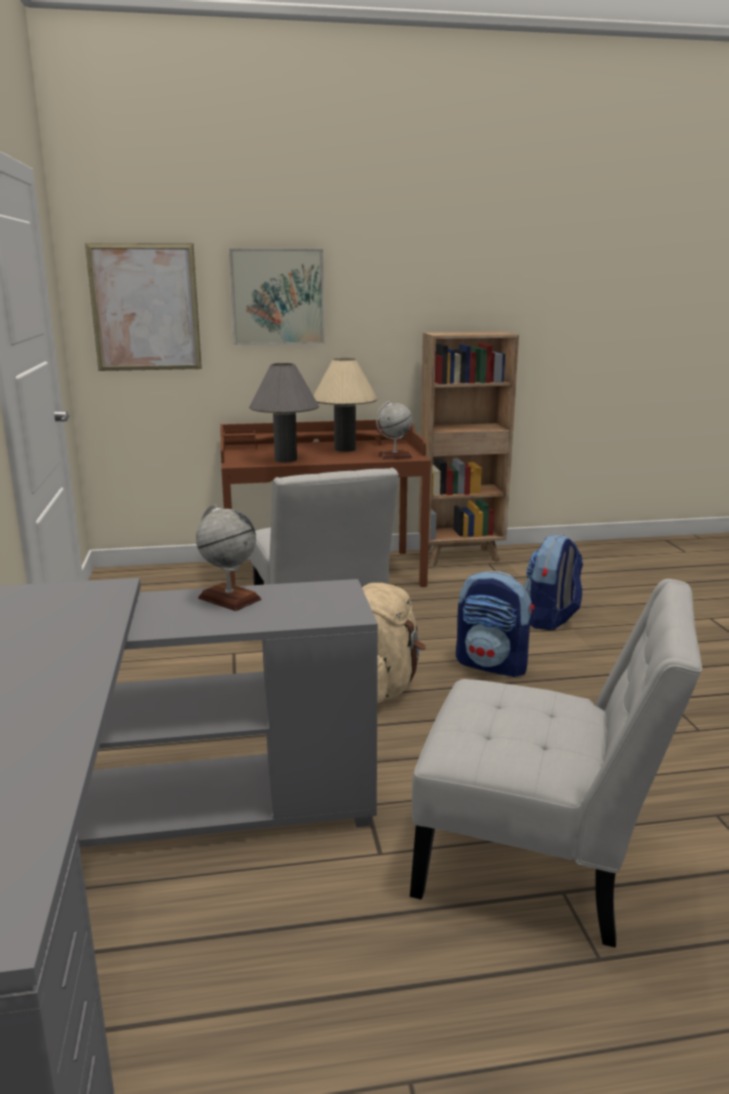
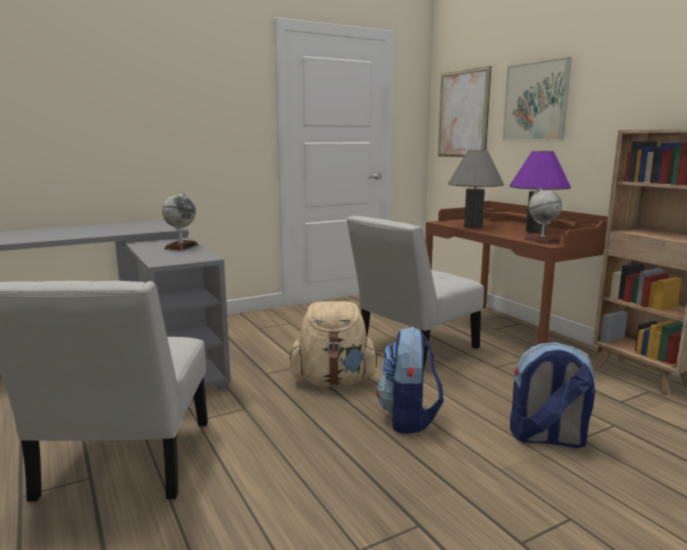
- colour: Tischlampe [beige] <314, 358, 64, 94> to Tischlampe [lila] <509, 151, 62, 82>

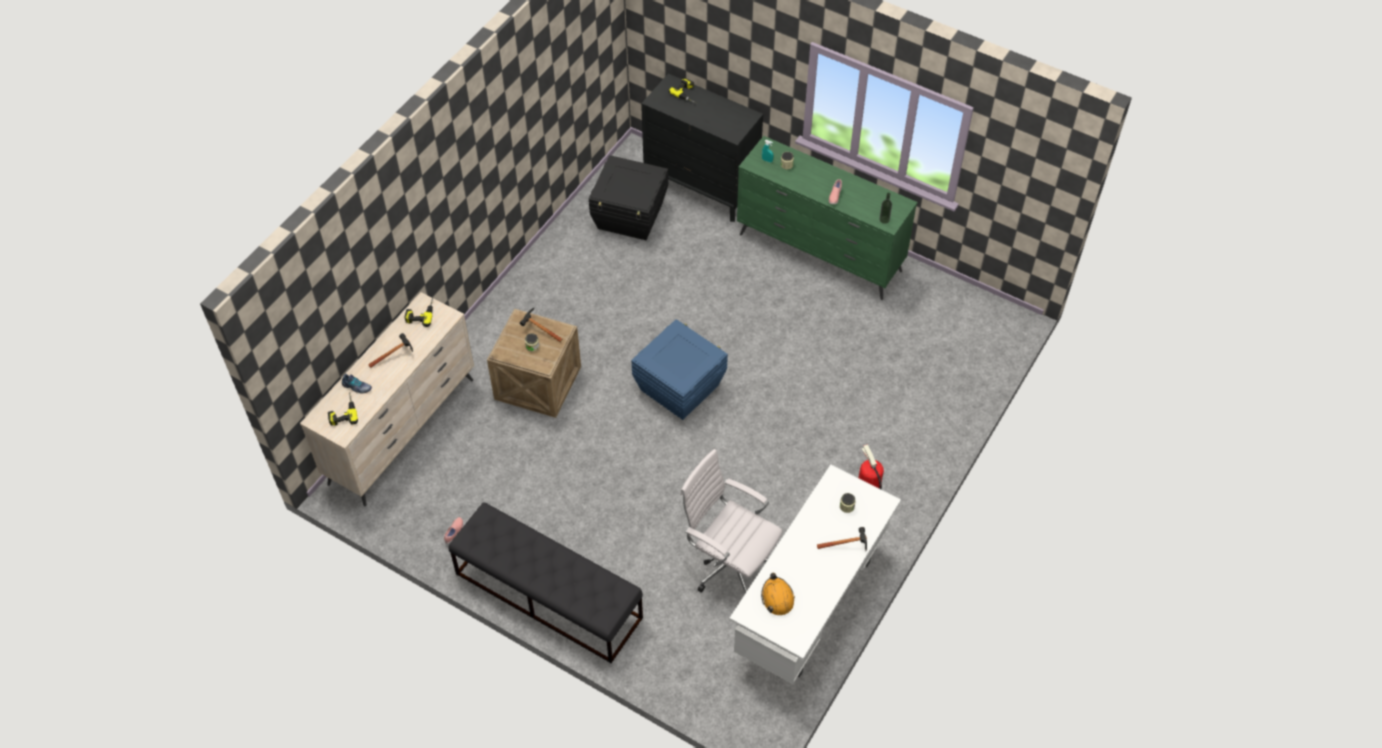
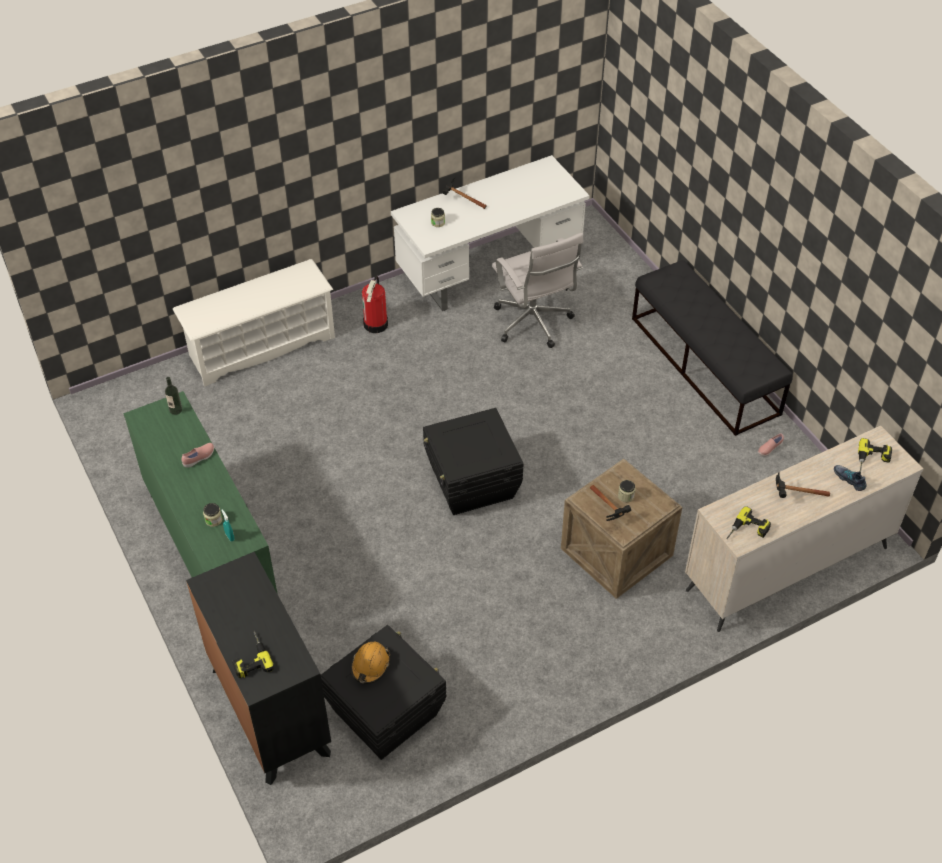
- colour: Aufbewahrungsbox [blau] <631, 319, 97, 101> to Aufbewahrungsbox [schwarz] <423, 408, 101, 107>
- relocated: Schutzhelm [orange] <761, 573, 34, 42> to <351, 642, 39, 42>
- appeared: Schuhregal [weiß] <173, 259, 162, 128>

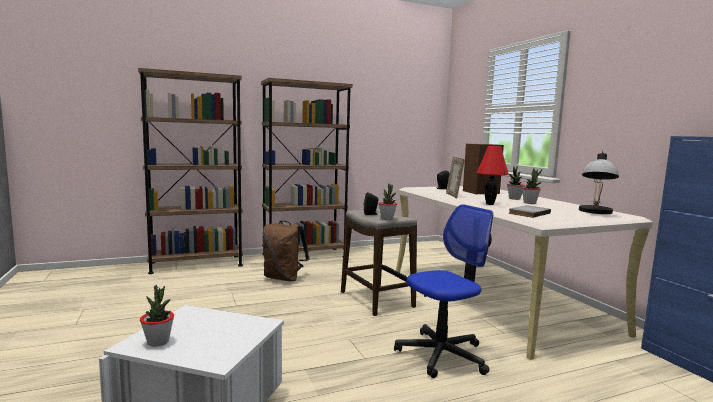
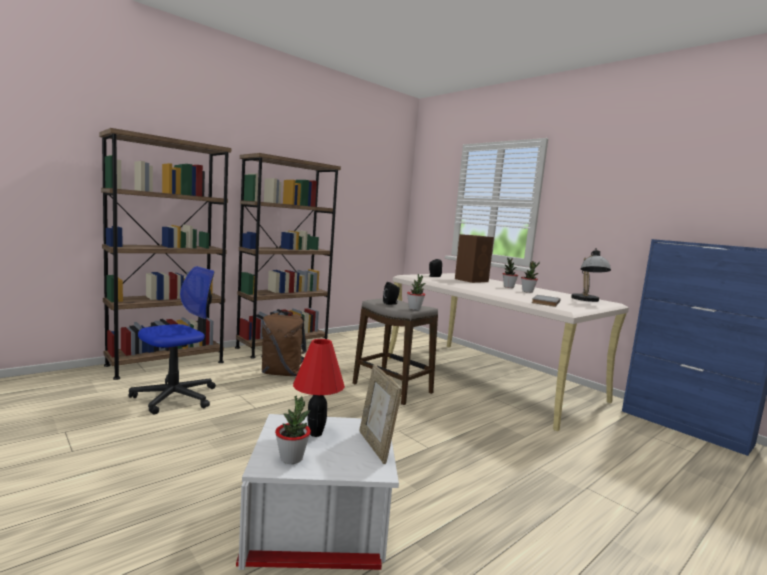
- relocated: Bürostuhl <394, 204, 99, 174> to <128, 266, 88, 149>
- relocated: Bilderrahmen <446, 156, 19, 42> to <360, 364, 42, 100>
- relocated: Tischlampe [rot] <476, 146, 33, 59> to <293, 339, 52, 98>

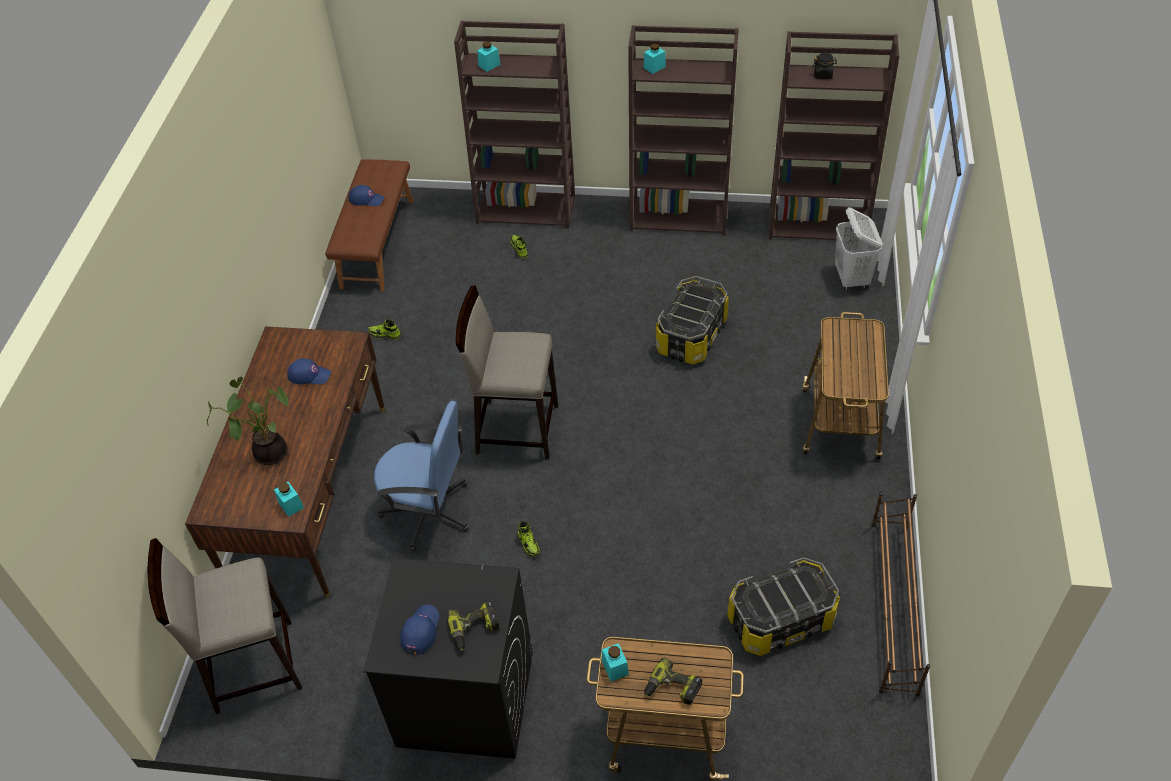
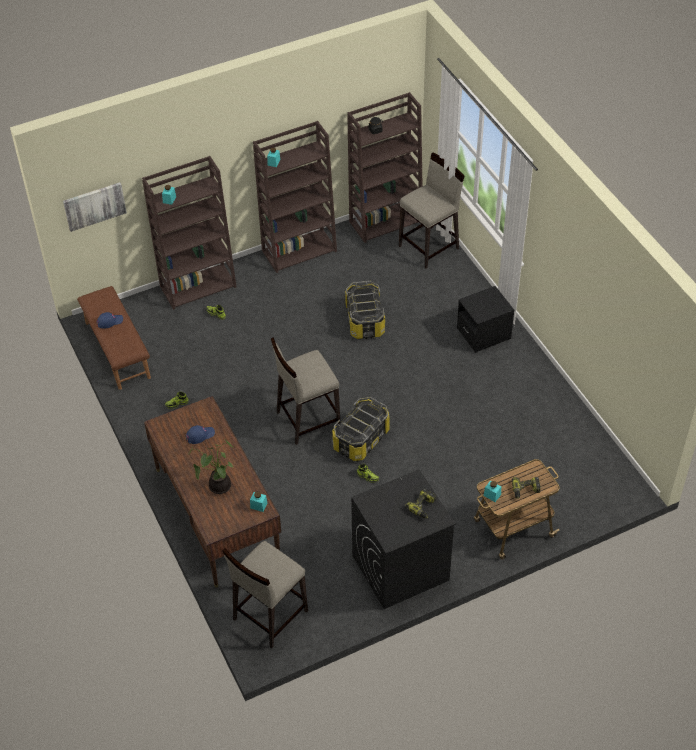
- missing: Bürostuhl [blau] <374, 401, 95, 151>
- missing: Kappe [blau] <400, 605, 39, 49>
- relocated: Aufbewahrungsbox <727, 557, 113, 99> to <332, 397, 58, 64>
- exchanged: Rollwagen <802, 312, 87, 147> to Nachttisch [schwarz] <457, 286, 57, 67>
- exchanged: Wäschekorb [weiß] <835, 207, 48, 83> to Hocker [beige] <399, 152, 65, 116>
- missing: Schuhregal [braun] <871, 492, 59, 204>
- appeared: Bild <63, 182, 64, 50>

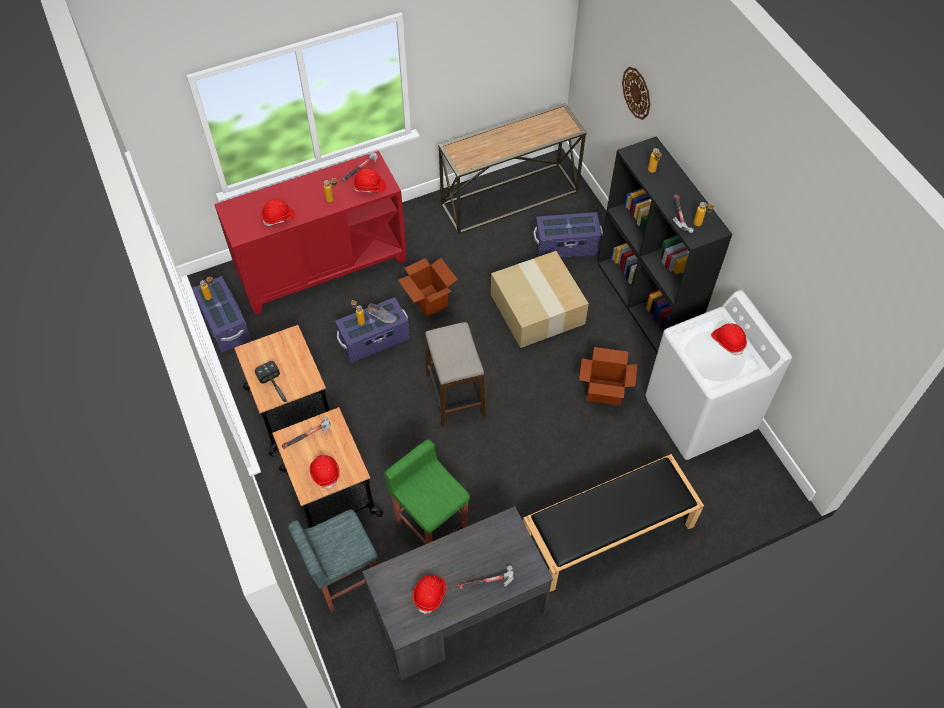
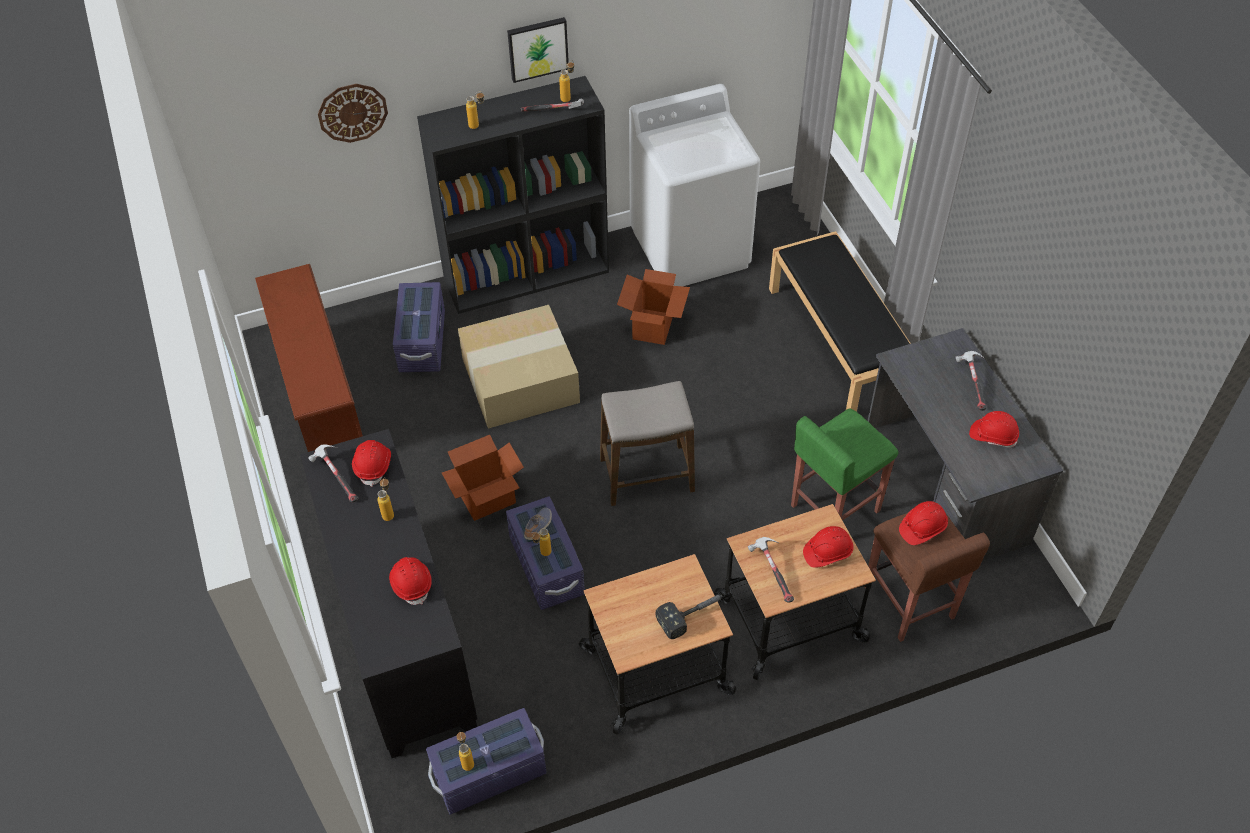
- colour: Schrank [rot] <214, 151, 192, 164> to Schrank [schwarz] <300, 429, 177, 329>
- colour: Hocker [grau] <288, 510, 90, 102> to Hocker [braun] <865, 512, 125, 130>
- exchanged: Konsolentisch <438, 103, 149, 131> to Schuhregal [braun] <255, 264, 108, 188>
- relocated: Schutzhelm [rot] <711, 324, 36, 31> to <899, 501, 49, 44>
- appeared: Bild <507, 17, 62, 66>

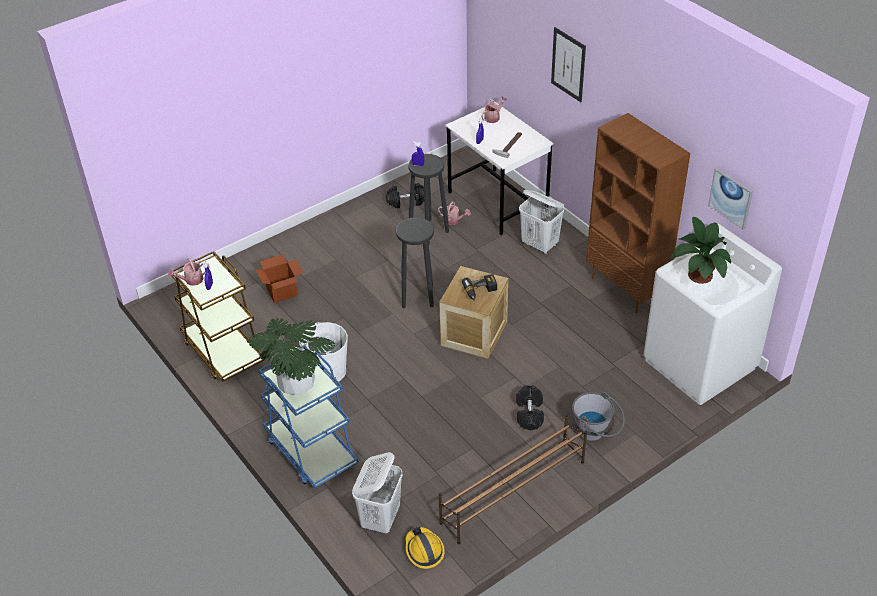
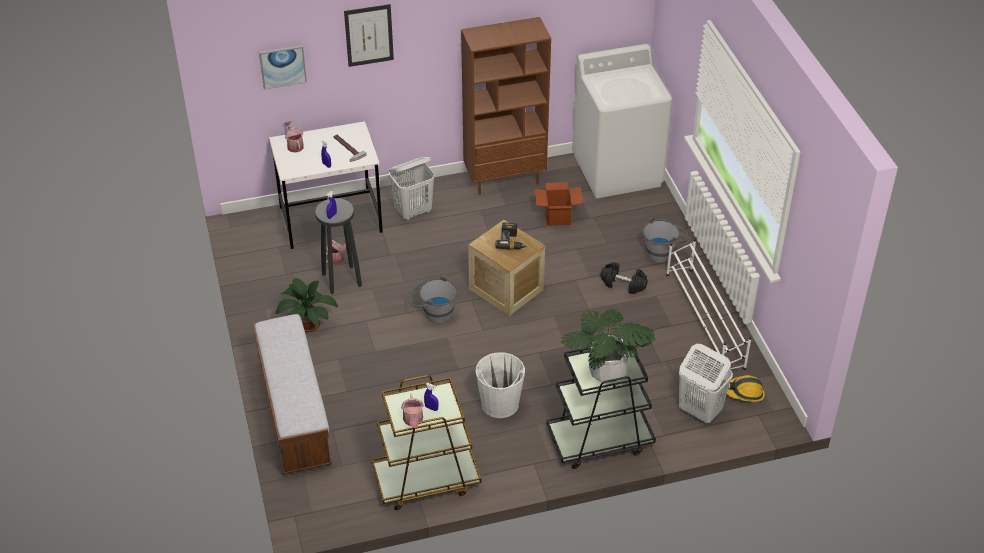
- relocated: Karton <255, 254, 49, 49> to <534, 182, 49, 44>
- colour: Rollwagen [blau] <259, 346, 100, 143> to Rollwagen [schwarz] <546, 339, 110, 130>
- missing: Hantel [schwarz] <386, 183, 38, 25>
- exchanged: Hocker [schwarz] <396, 217, 38, 91> to Eimer [grau] <408, 275, 50, 48>
- colour: Schuhregal [braun] <439, 414, 148, 130> to Schuhregal [weiß] <666, 239, 85, 132>
- relocated: Topfpflanze <670, 217, 61, 67> to <276, 278, 62, 54>
- relocated: Bild <708, 168, 45, 61> to <259, 45, 48, 45>
- appeared: Bank <252, 314, 80, 160>

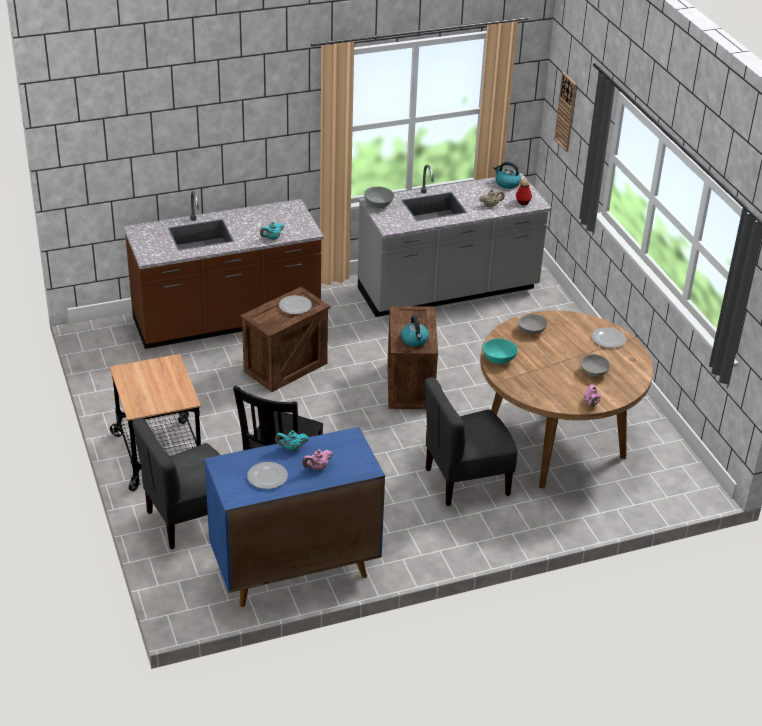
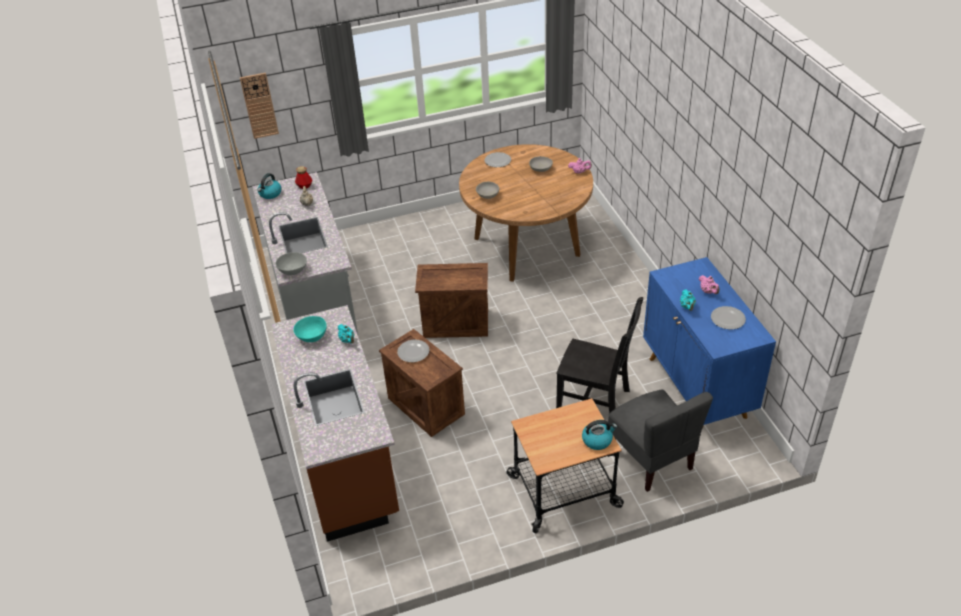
- relocated: Wasserkessel <401, 316, 28, 31> to <582, 420, 35, 30>
- missing: Stuhl [grau] <425, 377, 93, 129>
- relocated: Schüssel [türkis] <483, 339, 35, 25> to <293, 316, 34, 26>

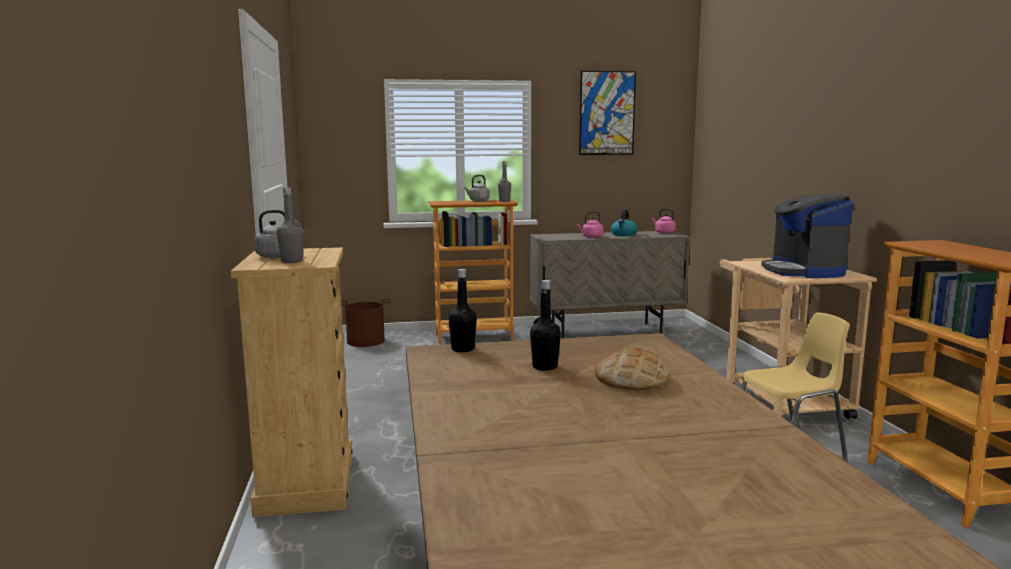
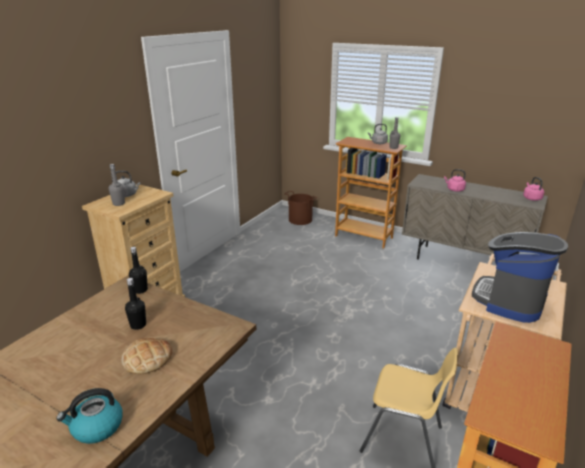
- missing: Bild <579, 71, 57, 84>
- relocated: Wasserkessel <611, 209, 27, 27> to <56, 388, 67, 56>

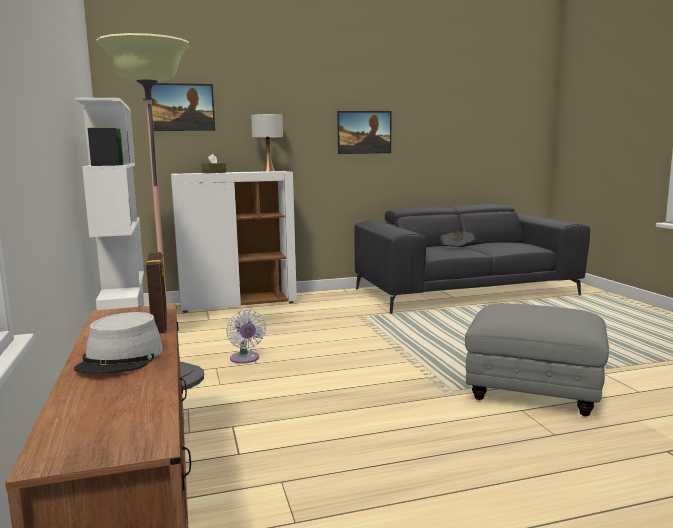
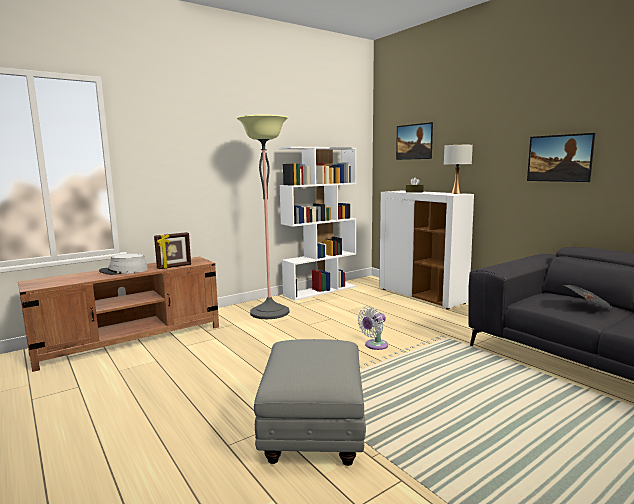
- relocated: Ventilator [weiß] <226, 309, 40, 55> to <357, 306, 31, 44>

